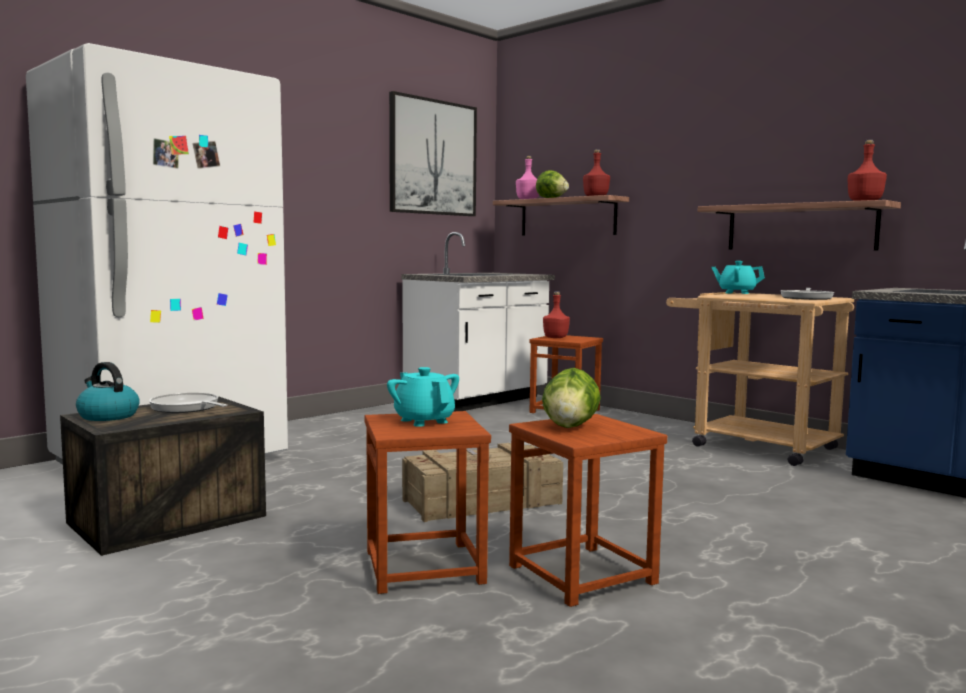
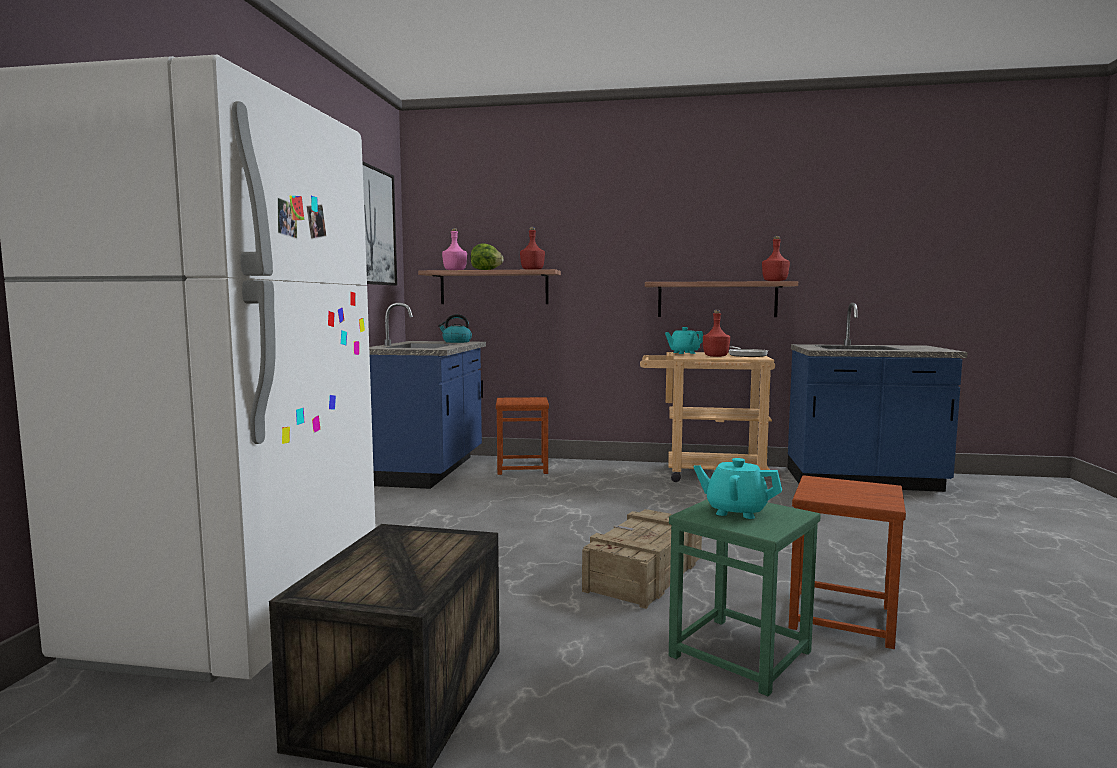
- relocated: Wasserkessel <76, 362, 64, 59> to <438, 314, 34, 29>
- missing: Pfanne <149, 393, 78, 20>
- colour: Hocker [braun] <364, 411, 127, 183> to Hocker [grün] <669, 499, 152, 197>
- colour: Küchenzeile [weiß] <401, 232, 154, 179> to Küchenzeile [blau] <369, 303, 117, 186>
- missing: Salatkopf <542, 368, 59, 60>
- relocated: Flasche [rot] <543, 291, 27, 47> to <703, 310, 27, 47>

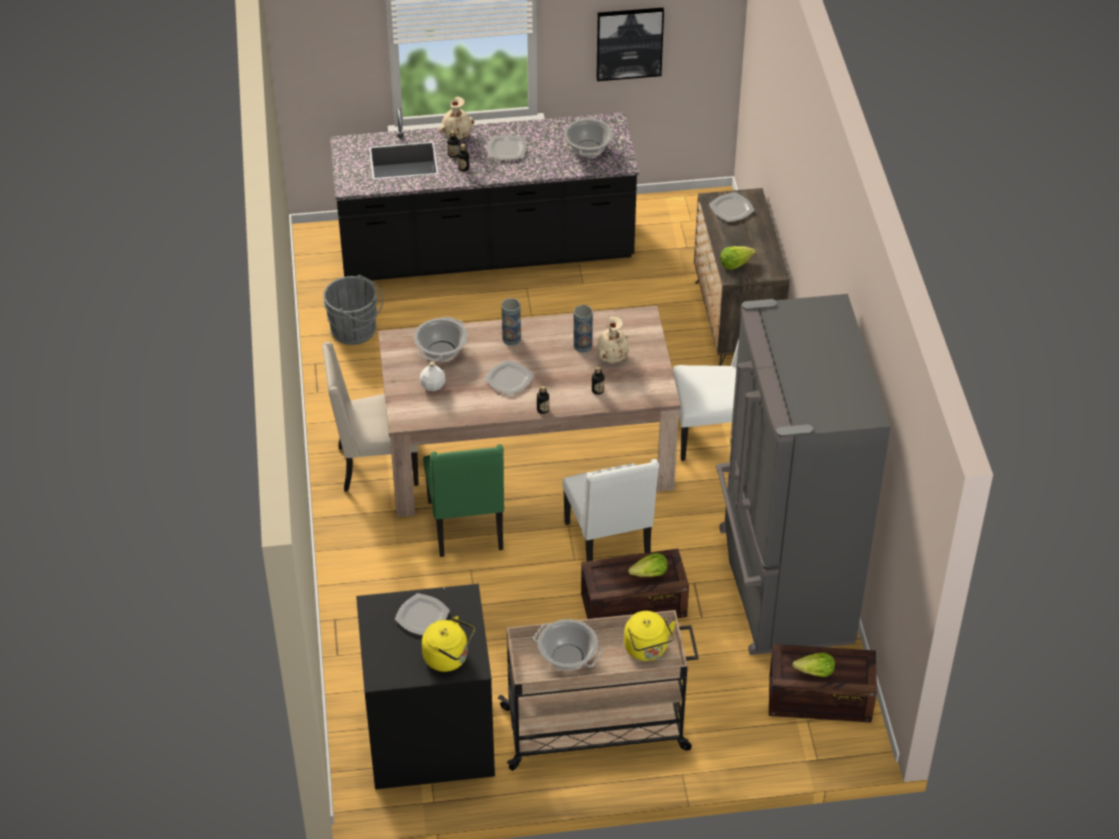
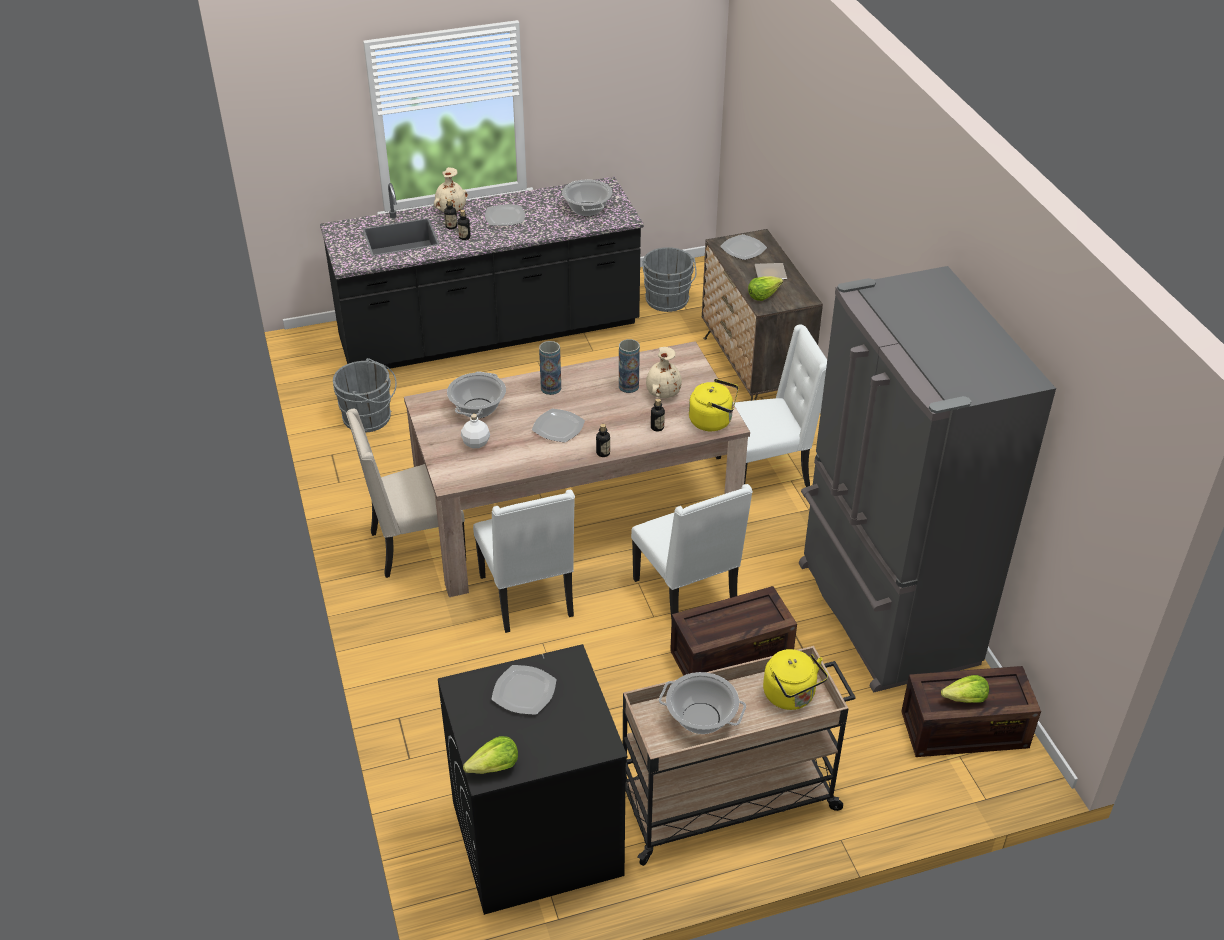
- relocated: Wasserkessel [gelb] <422, 616, 53, 56> to <689, 379, 50, 52>
- colour: Stuhl [grün] <423, 444, 81, 113> to Stuhl [weiß] <473, 490, 102, 143>
- missing: Bild <596, 8, 68, 73>
- relocated: Salatkopf <628, 553, 40, 24> to <463, 736, 55, 38>
- appeared: Eimer [grau] <642, 247, 55, 65>
- appeared: Teller <755, 263, 32, 17>

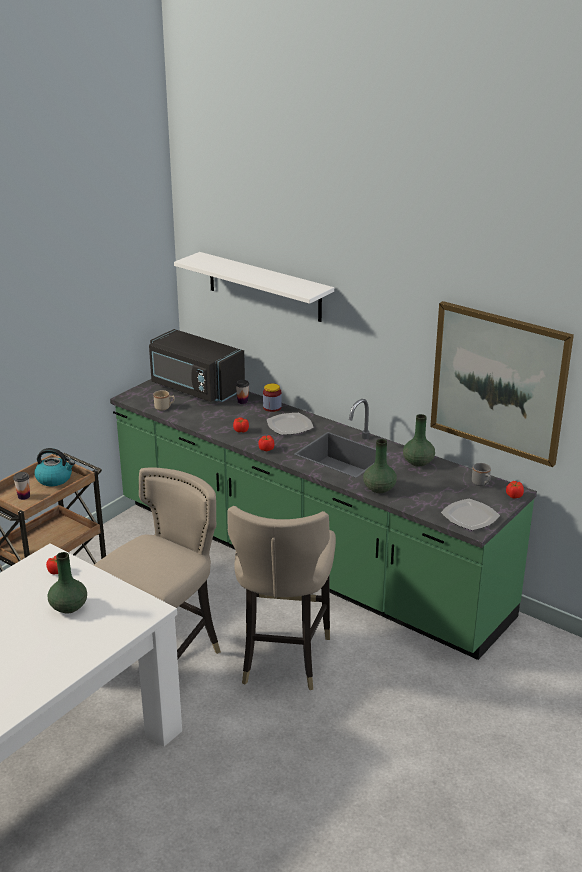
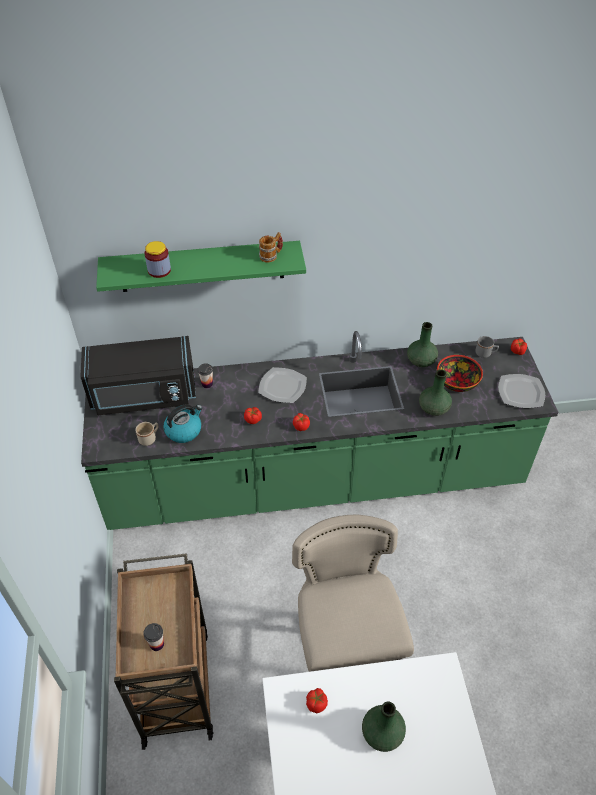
- relocated: Wasserkessel <34, 448, 41, 38> to <163, 404, 39, 39>
- colour: Wandregal [weiß] <174, 252, 160, 70> to Wandregal [grün] <96, 241, 210, 51>
- missing: Hocker [beige] <228, 506, 108, 184>
- relocated: Vorratsglas <263, 383, 19, 29> to <144, 241, 27, 37>
- missing: Bild <430, 301, 144, 166>
- appeared: Henkelbecher <259, 232, 24, 31>
- appeared: Schüssel <437, 355, 46, 37>

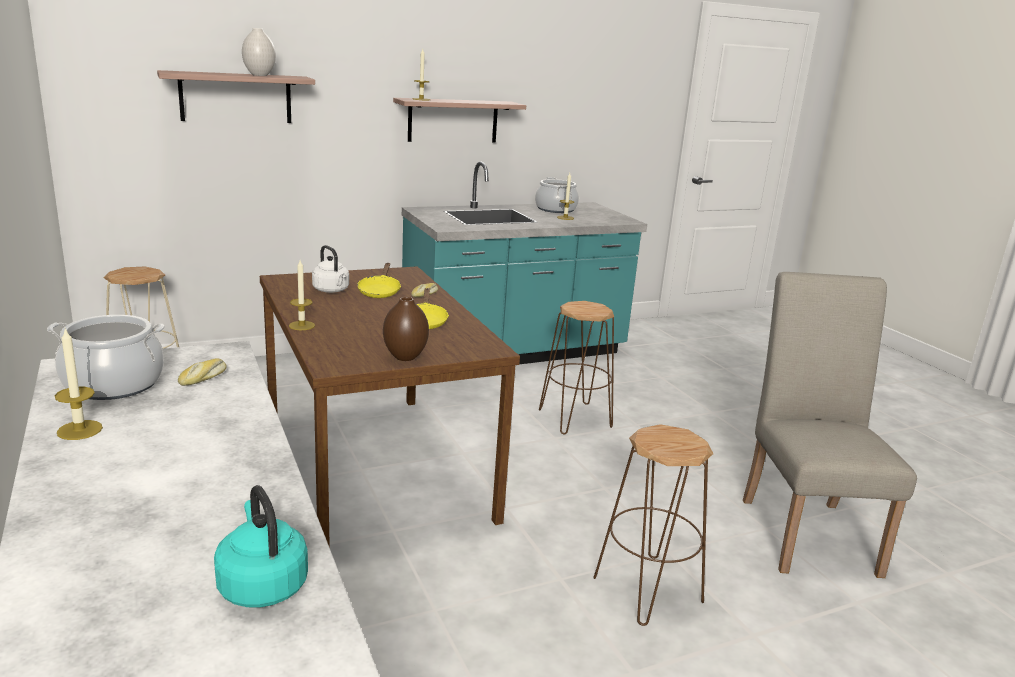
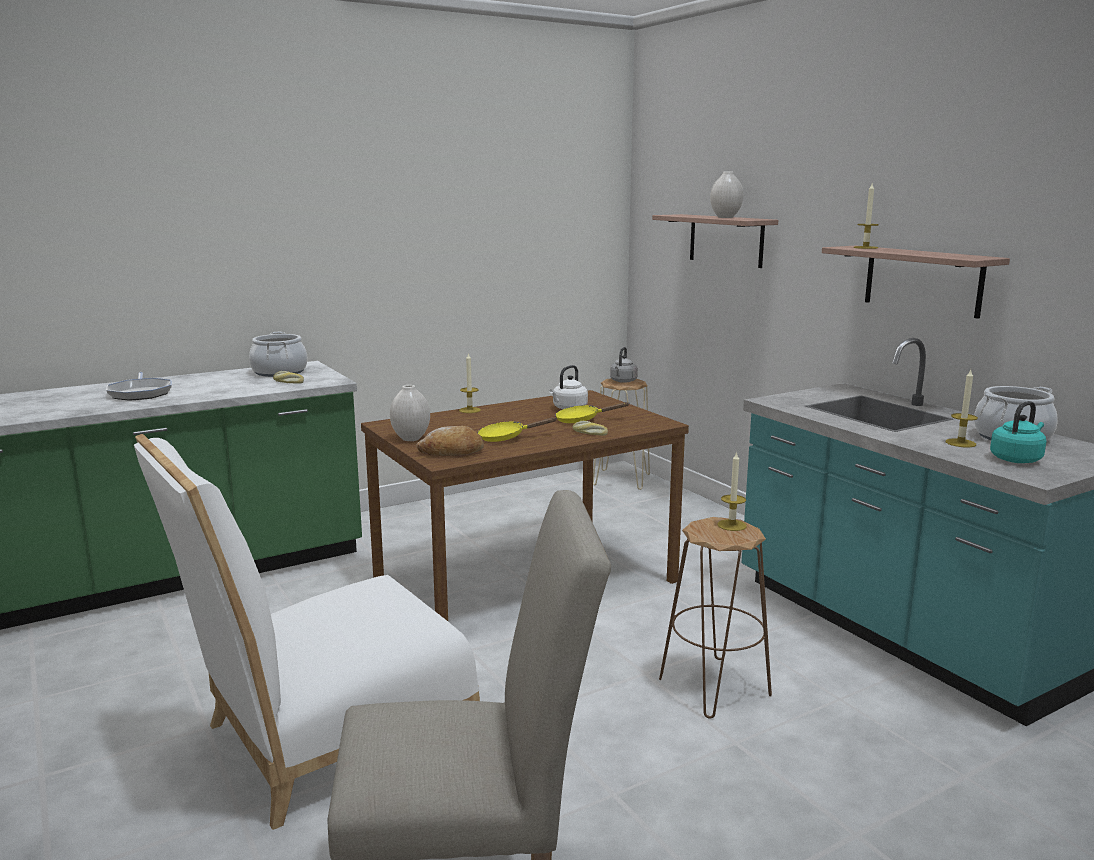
- relocated: Kerze <55, 328, 48, 112> to <717, 451, 30, 80>
- relocated: Wasserkessel [türkis] <214, 485, 94, 122> to <990, 401, 56, 62>
- colour: Vase [braun] <383, 297, 46, 64> to Vase [weiß] <390, 385, 40, 56>
- exchanged: Hocker [braun] <593, 424, 121, 202> to Stuhl [weiß] <134, 434, 346, 396>
- appeared: Pfanne <106, 372, 66, 29>
- appeared: Brot <416, 426, 68, 30>
- appeared: Wasserkessel [grau] <610, 347, 28, 36>

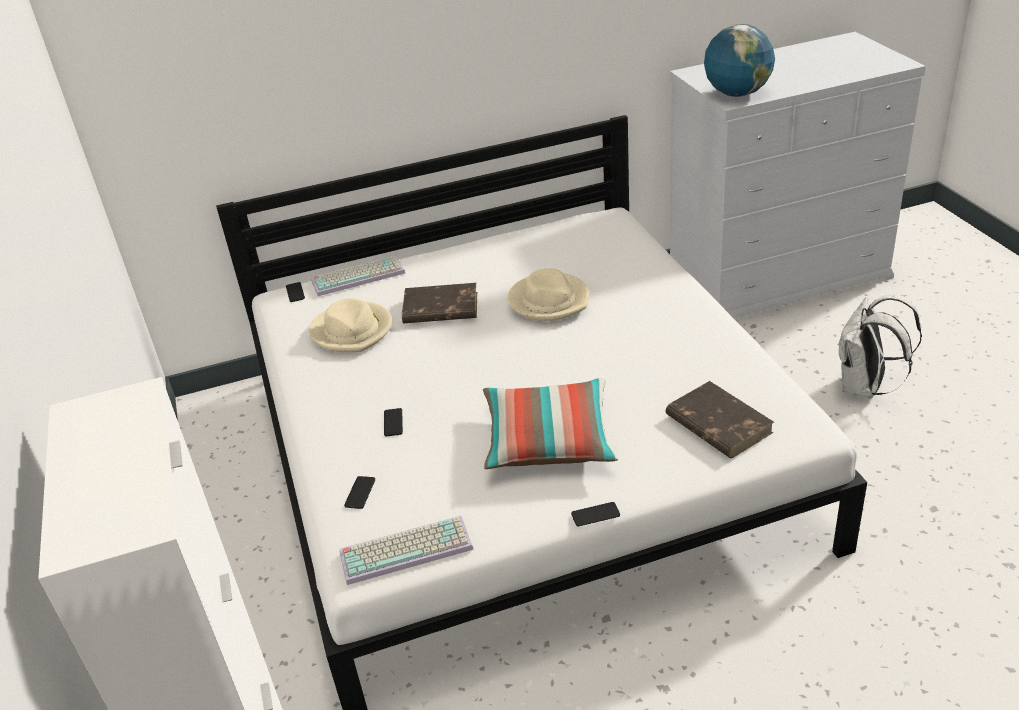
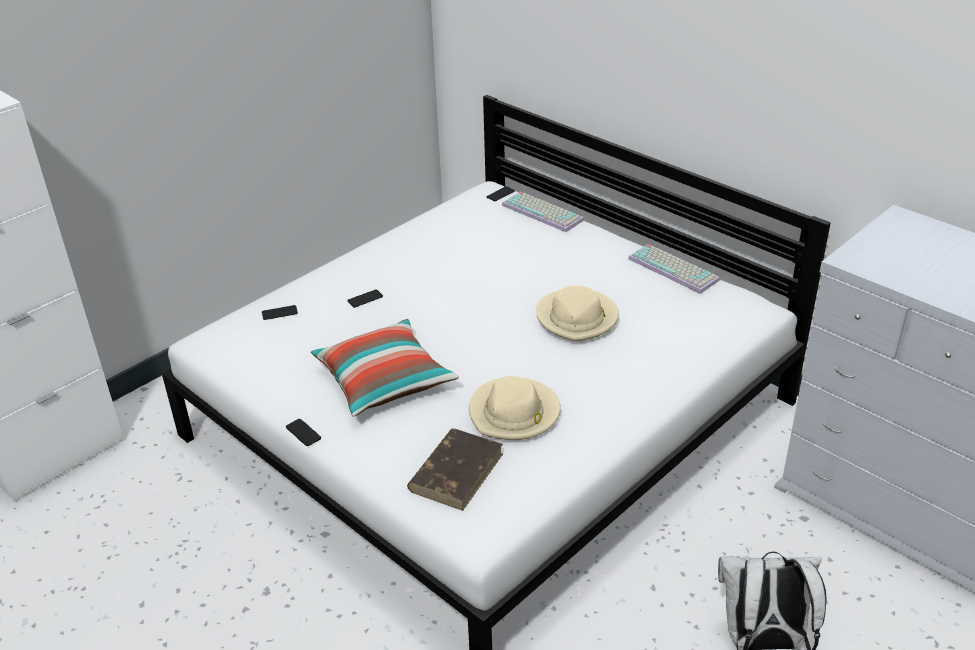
- relocated: Hut [beige] <309, 298, 83, 55> to <469, 376, 92, 64>
- relocated: Tastatur <339, 516, 135, 69> to <628, 244, 92, 50>
- missing: Buch [braun] <402, 283, 75, 40>
- missing: Globus <704, 24, 71, 73>

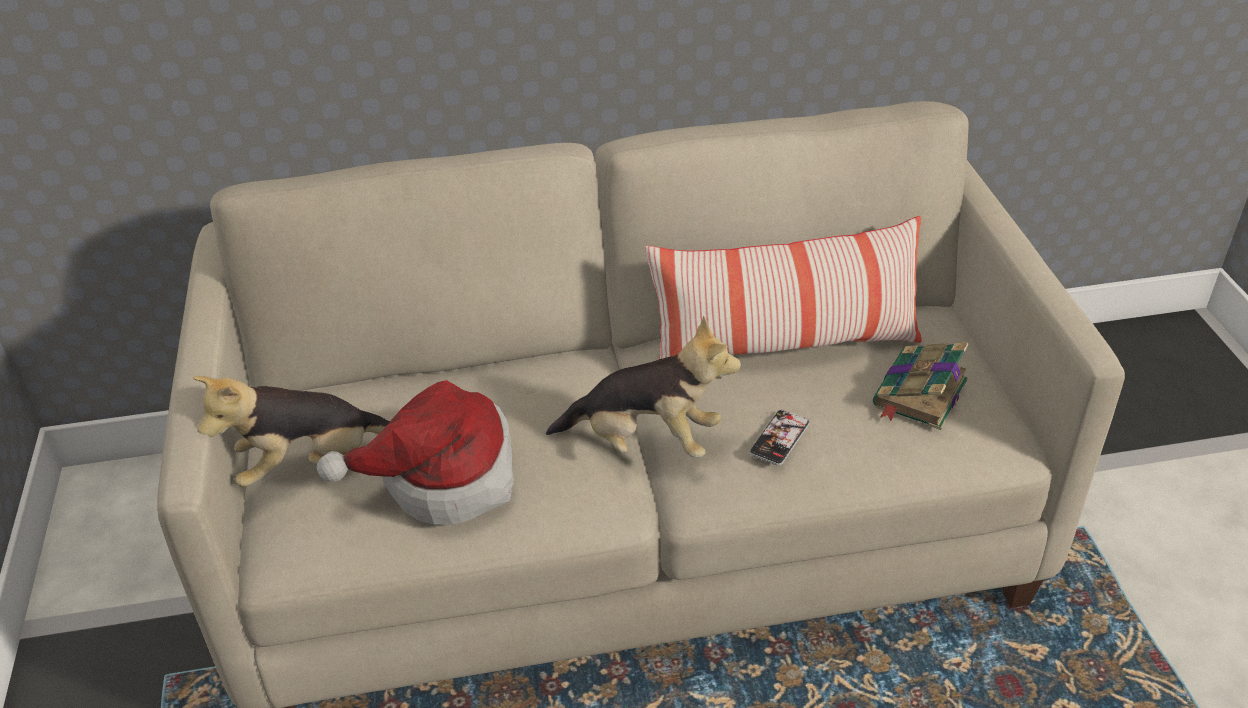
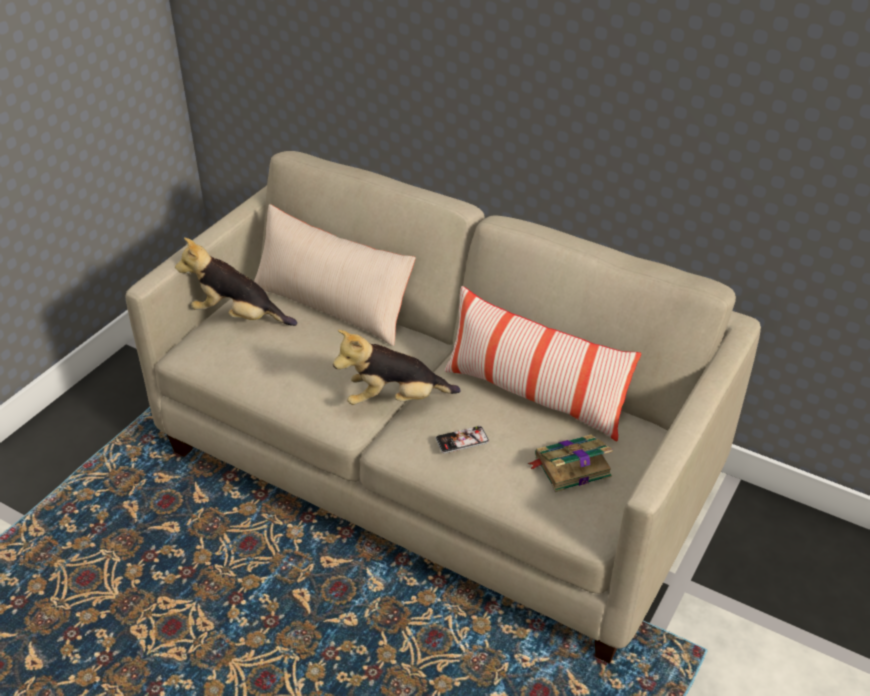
- missing: Hut <317, 380, 197, 145>
- spun: Plüschtier <546, 316, 195, 142> = <333, 330, 128, 75> 120 degrees clockwise
- appeared: Kissen [beige] <254, 204, 162, 142>

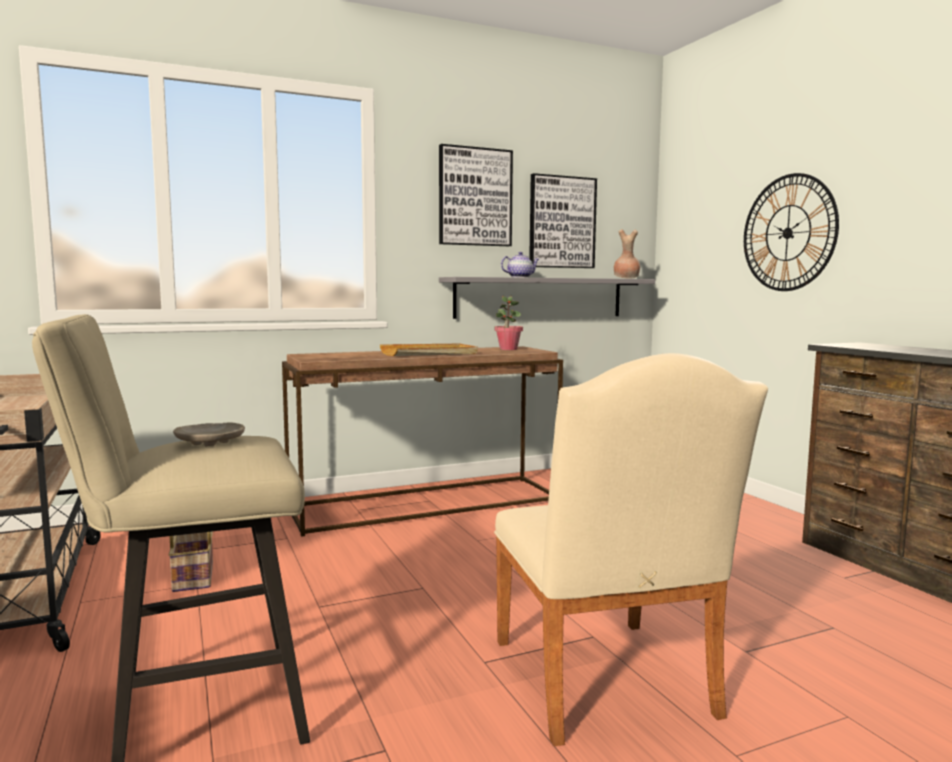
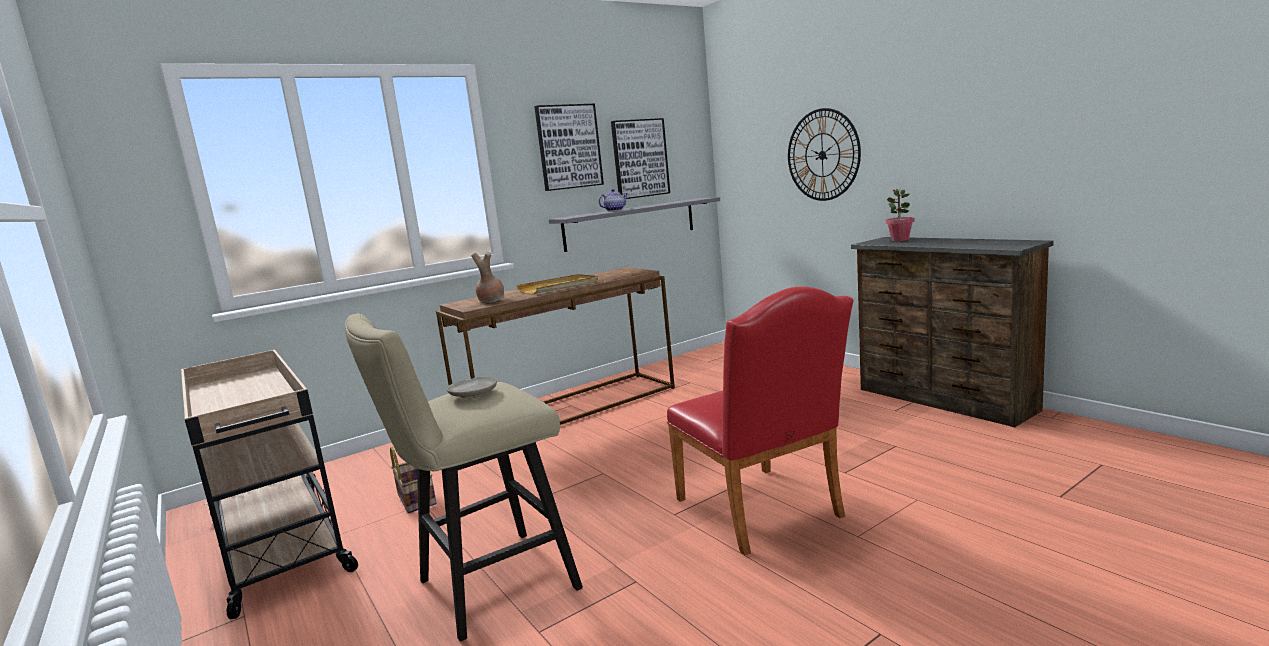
- colour: Stuhl [beige] <494, 353, 274, 393> to Stuhl [rot] <667, 286, 187, 269>
- relocated: Topfpflanze <495, 296, 28, 54> to <886, 188, 28, 53>
- relocated: Vase [braun] <614, 229, 26, 50> to <471, 252, 33, 51>

